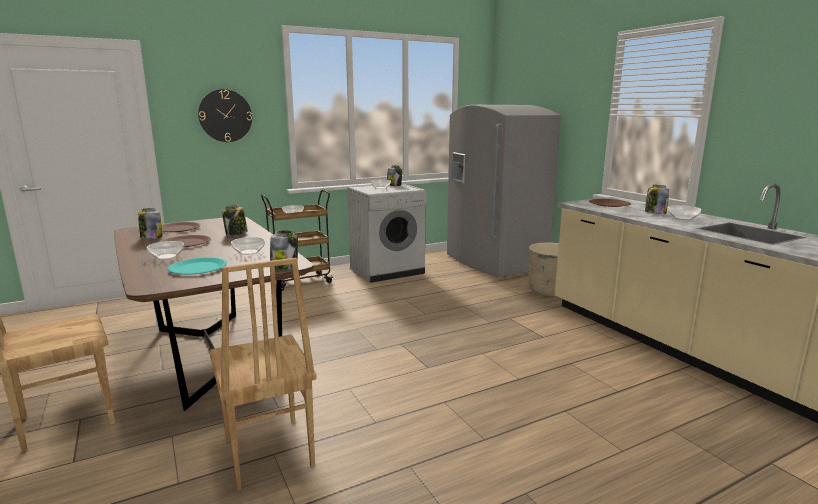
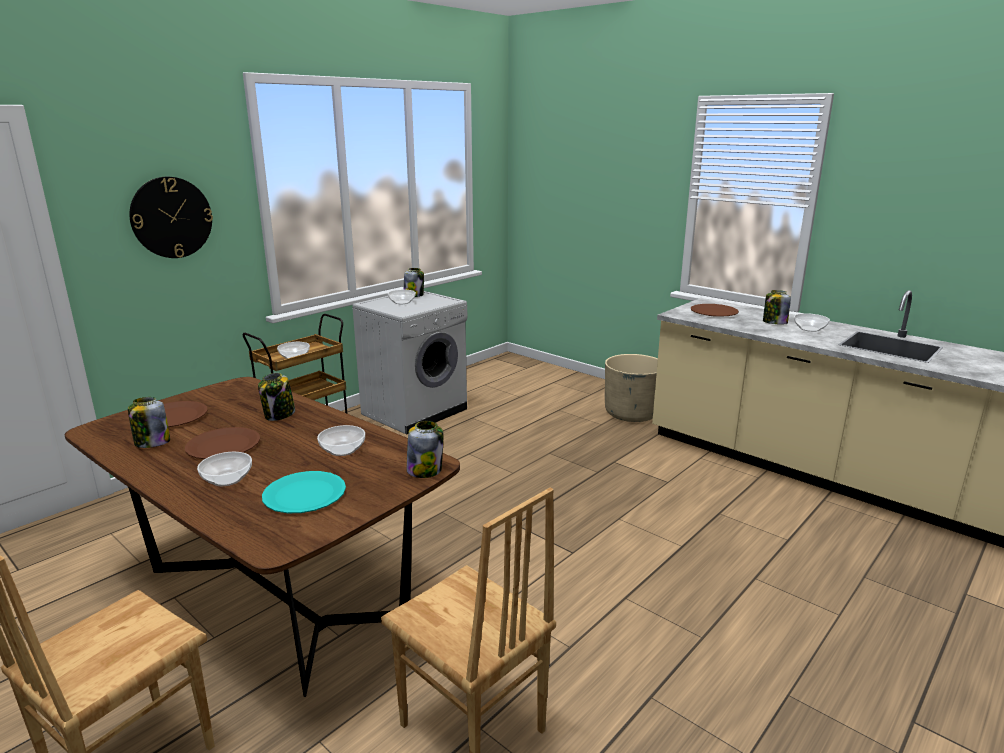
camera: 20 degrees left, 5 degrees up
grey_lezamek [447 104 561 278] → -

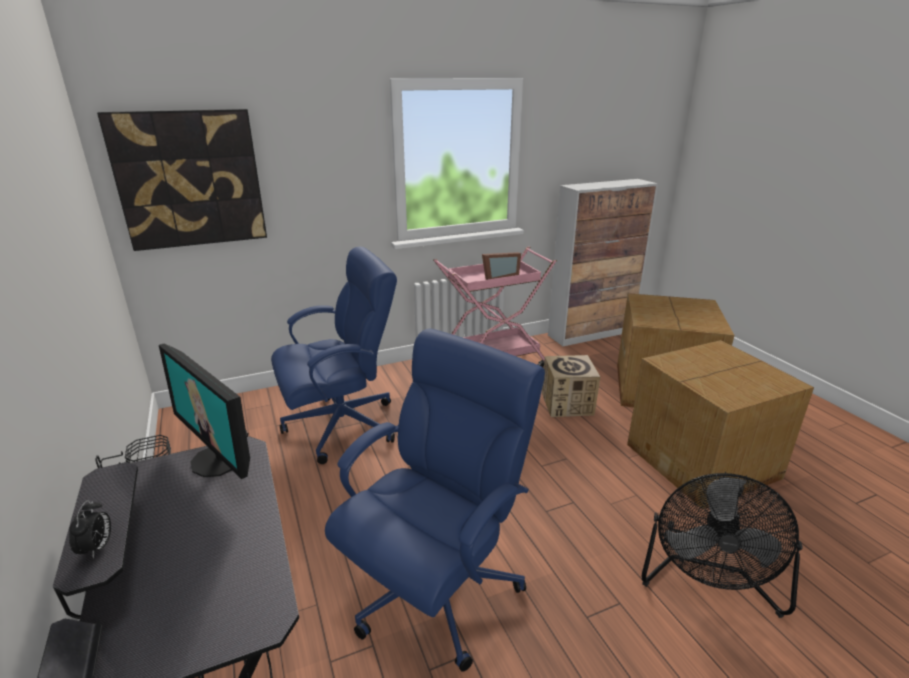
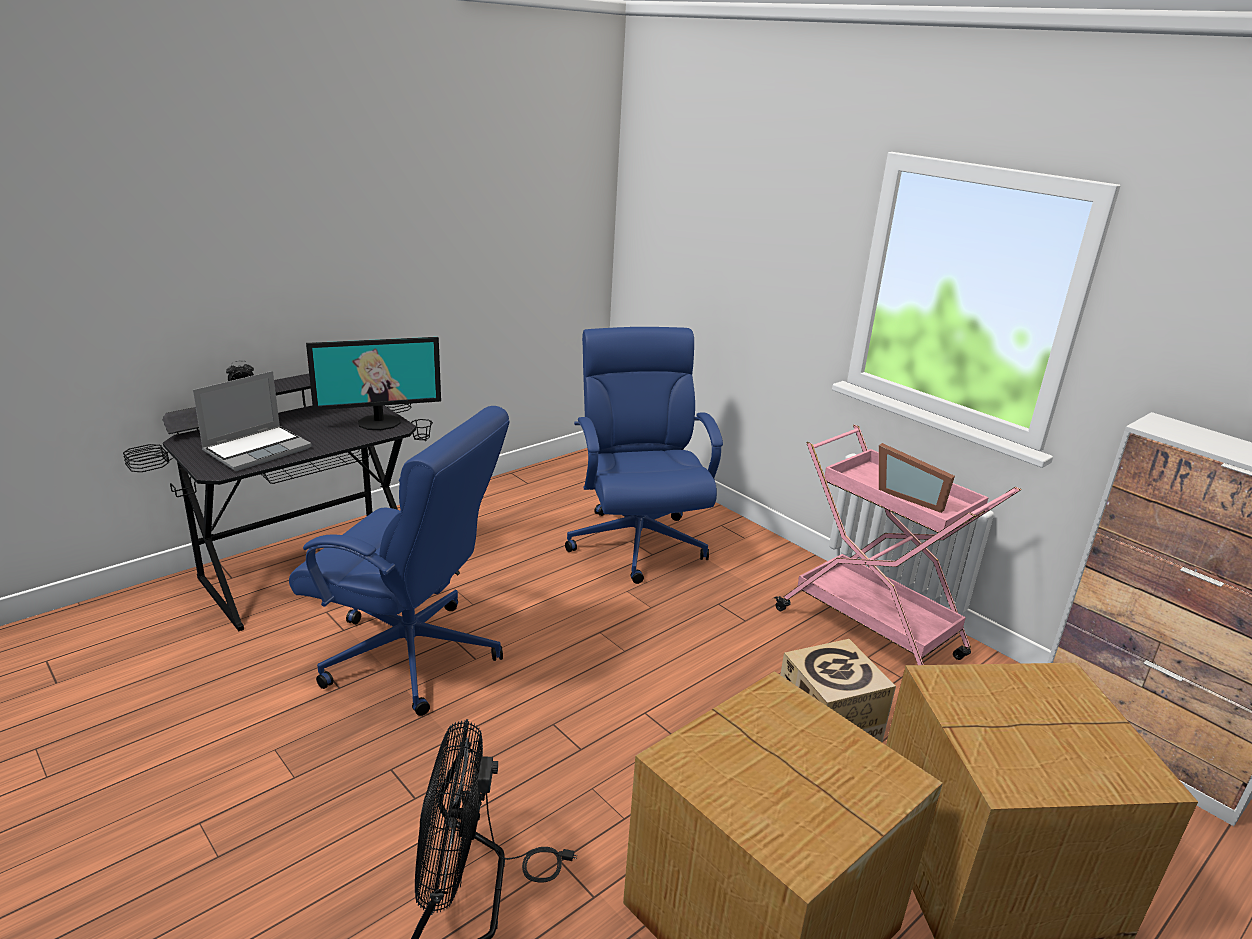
camera: 70 degrees right, 0 degrees up
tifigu [97 109 267 251] → -
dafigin [159 343 250 479] → dafigin [306 337 441 430], 135 degrees counterclockwise
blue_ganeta [271 247 397 464] → blue_ganeta [565 327 723 584], 150 degrees counterclockwise
- → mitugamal [193 371 312 471]

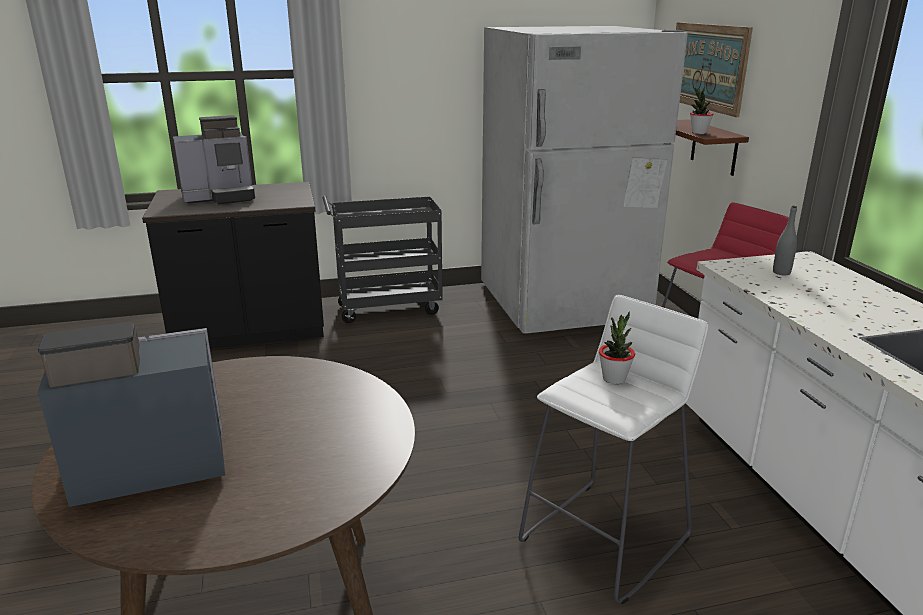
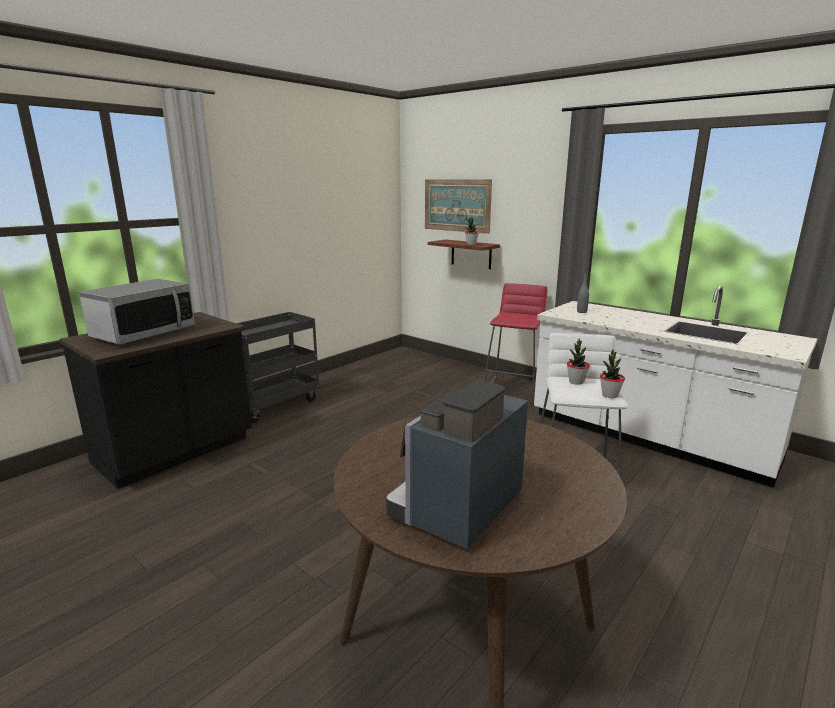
camera: 35 degrees left, 5 degrees down
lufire [173 115 255 204] → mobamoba [79 279 195 345]
white_lezamek [481 26 688 334] → -
- → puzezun [600 349 625 398]

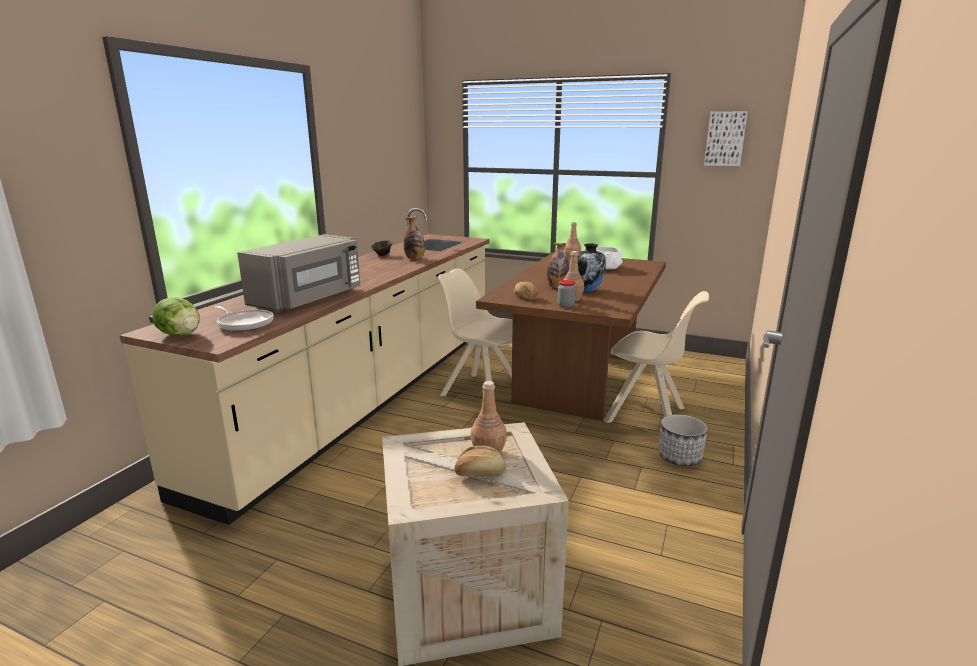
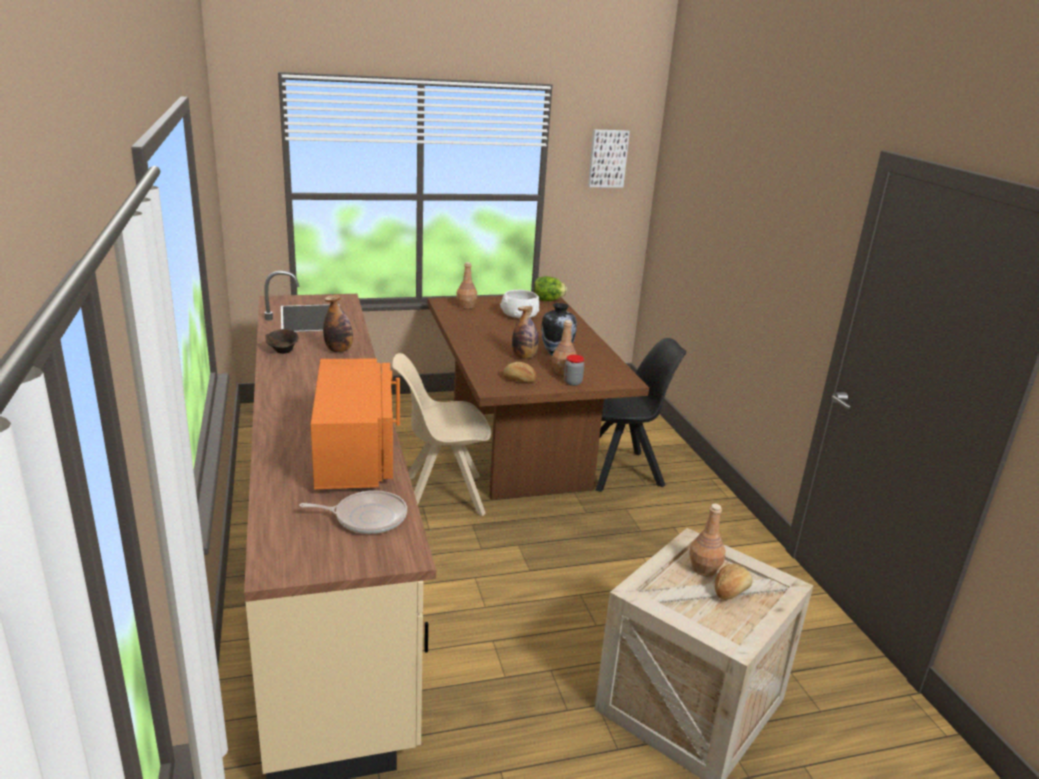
camera: 40 degrees left, 5 degrees up
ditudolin [152 298 200 336] → ditudolin [534 276 567 301], move
grey_mobamoba [237 234 360 311] → orange_mobamoba [311 359 400 489]
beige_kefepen [604 291 709 423] → black_kefepen [596 338 686 492]
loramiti [659 414 708 466] → -

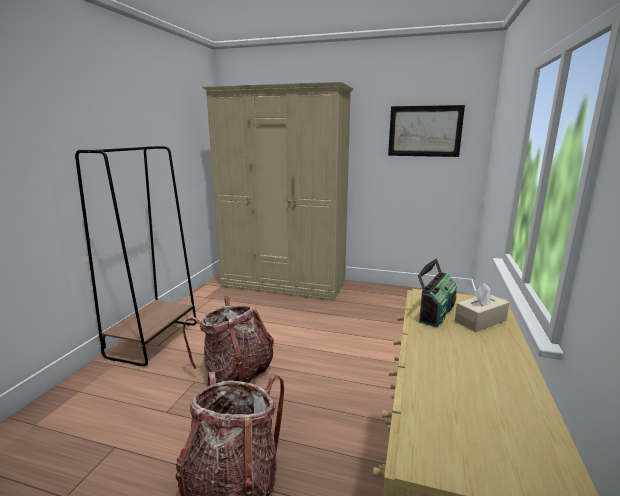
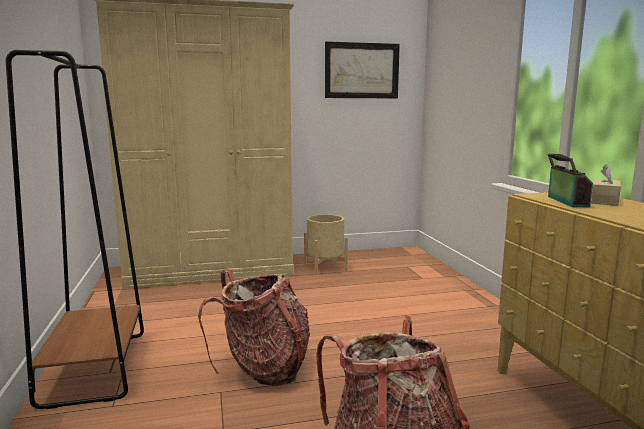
camera: 30 degrees left, 5 degrees down
- → beige_loramiti [304 214 348 275]

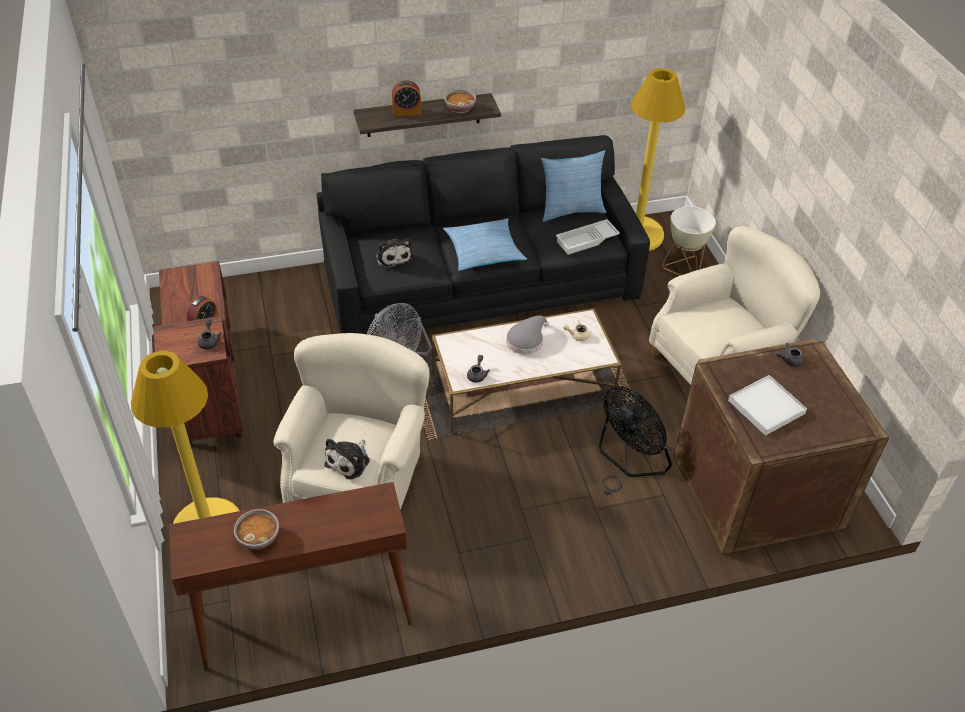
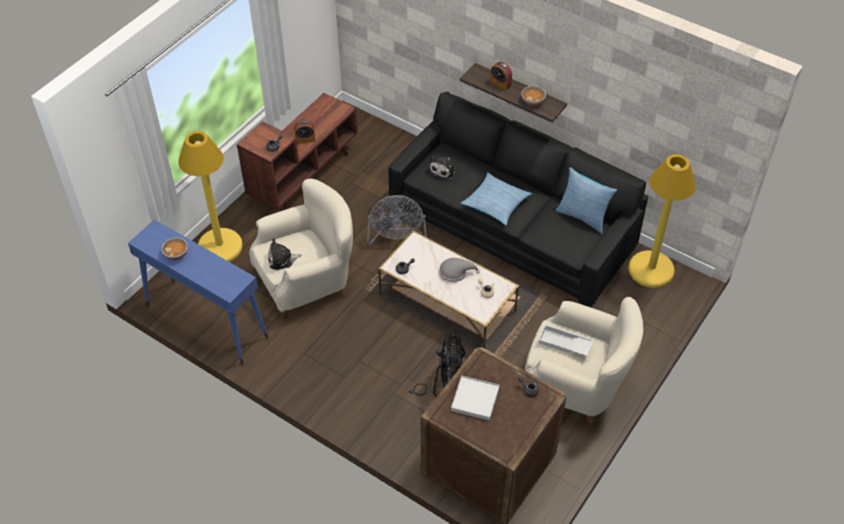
camera: 50 degrees right, 5 degrees up
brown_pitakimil [169 482 412 671] → blue_pitakimil [128 219 269 365]
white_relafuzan [556 219 620 255] → white_relafuzan [538 324 593 356], move
loramiti [662 206 716 276] → -

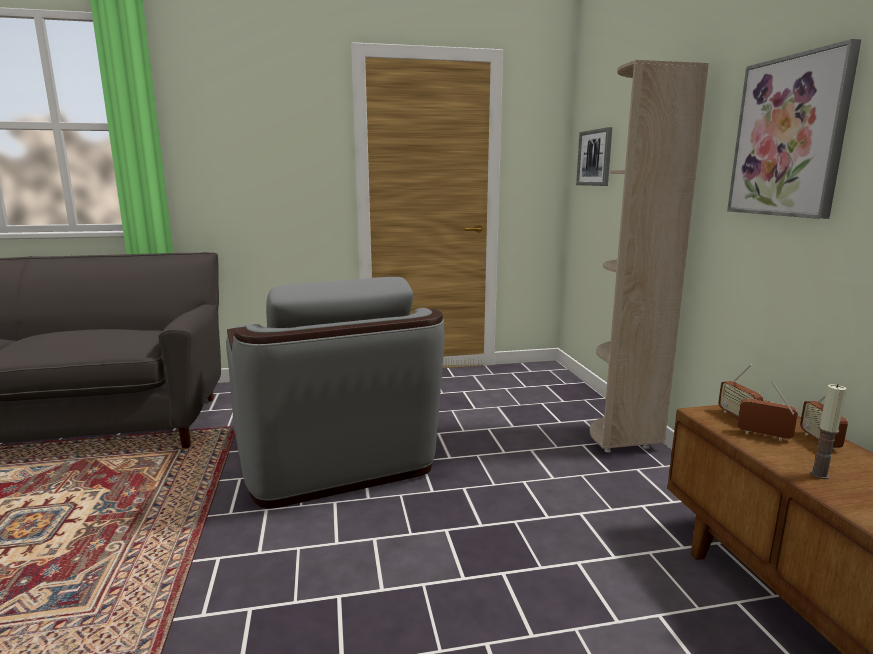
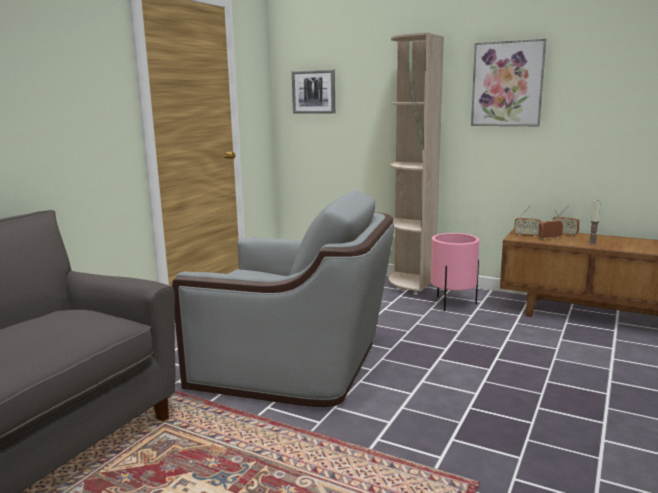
camera: 50 degrees left, 0 degrees up
- → pink_loramiti [431 233 479 312]

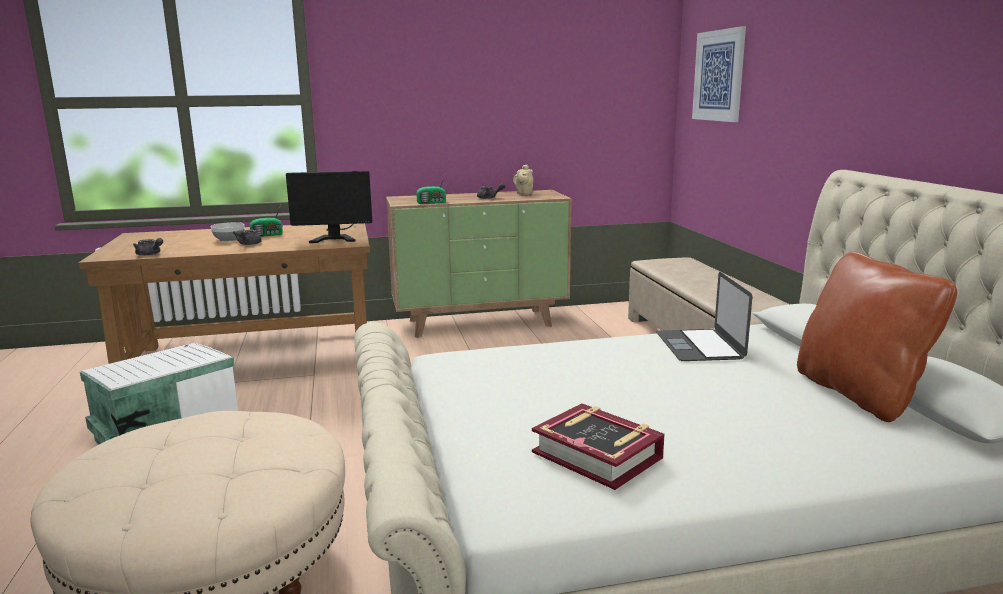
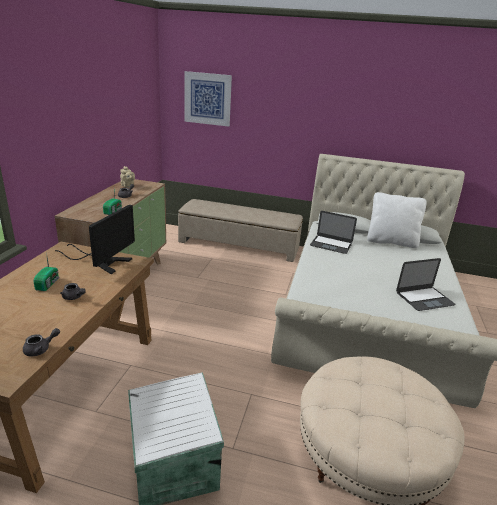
camera: 65 degrees left, 10 degrees up
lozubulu [211 222 245 241] → -
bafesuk [532 403 665 490] → mitugamal [396 258 456 311]
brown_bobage [797 251 957 422] → white_bobage [367 192 427 248]

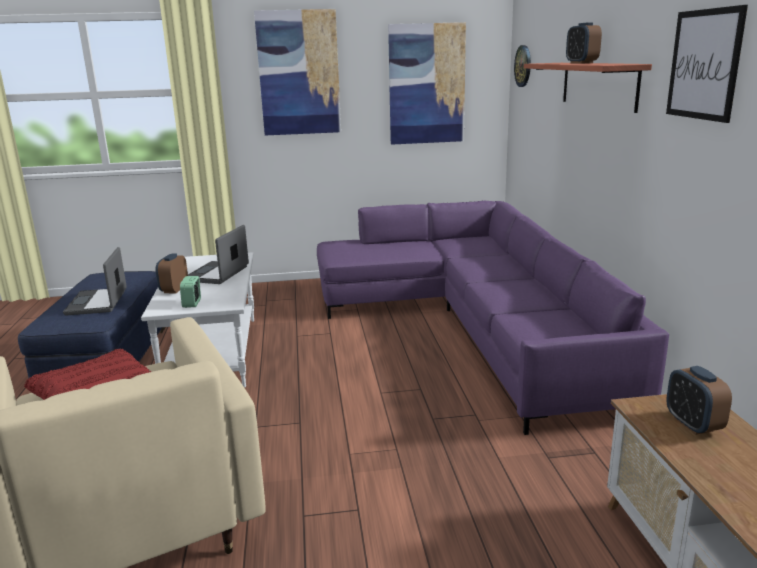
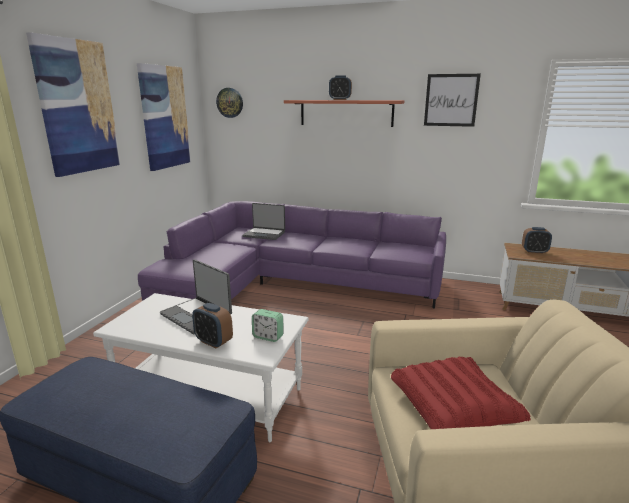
camera: 65 degrees left, 0 degrees up
mitugamal [63 247 127 316] → mitugamal [242 203 285 240], move

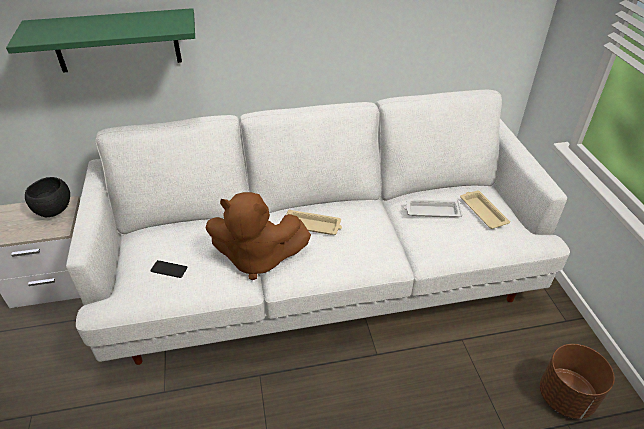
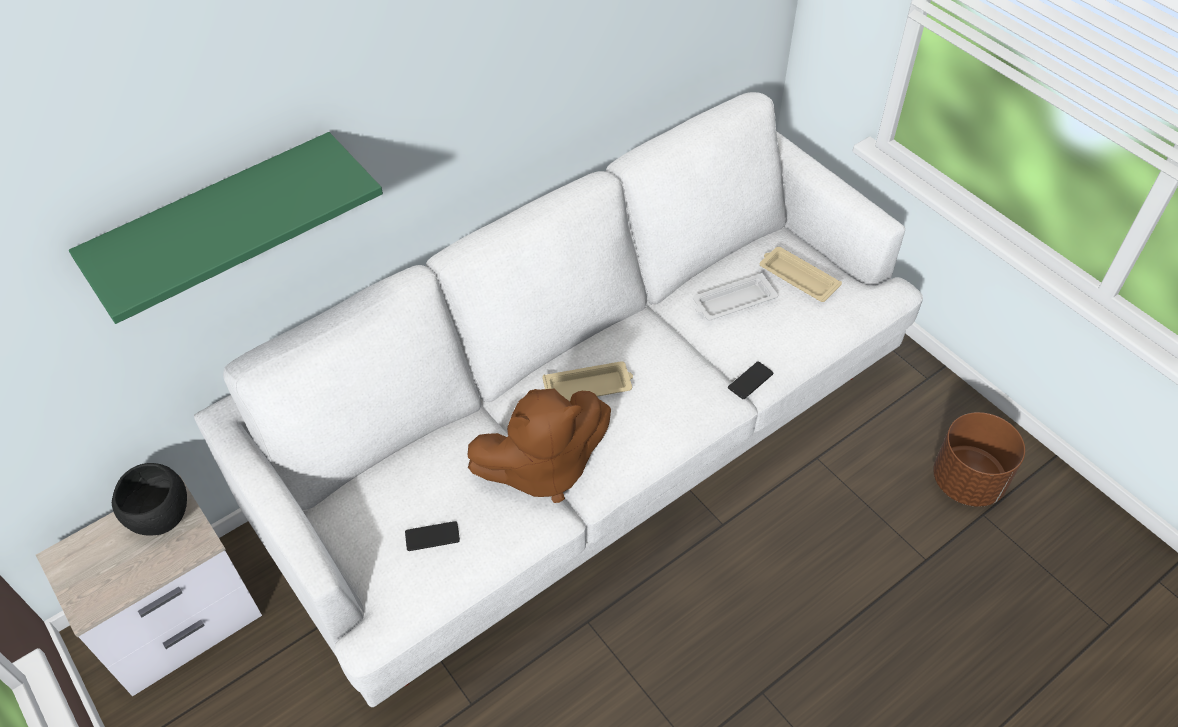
camera: 25 degrees left, 10 degrees up
- → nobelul [728 361 774 399]

